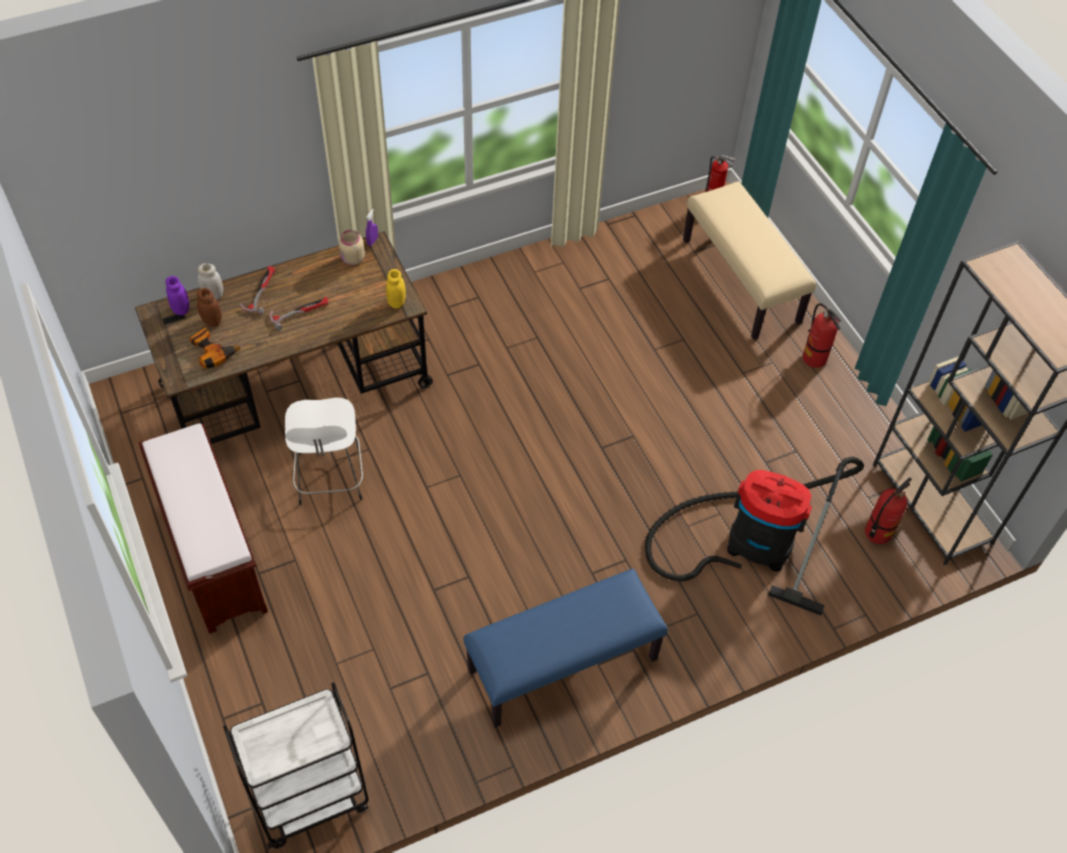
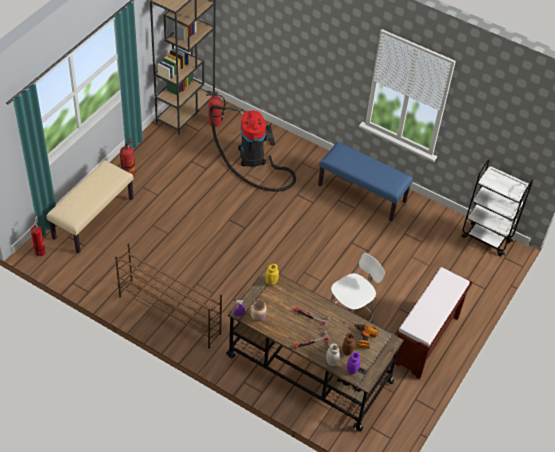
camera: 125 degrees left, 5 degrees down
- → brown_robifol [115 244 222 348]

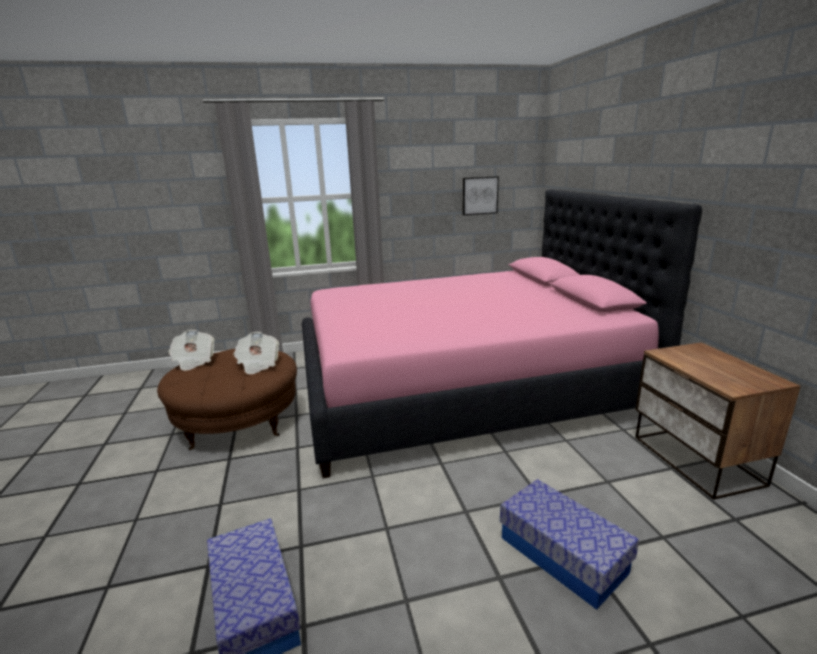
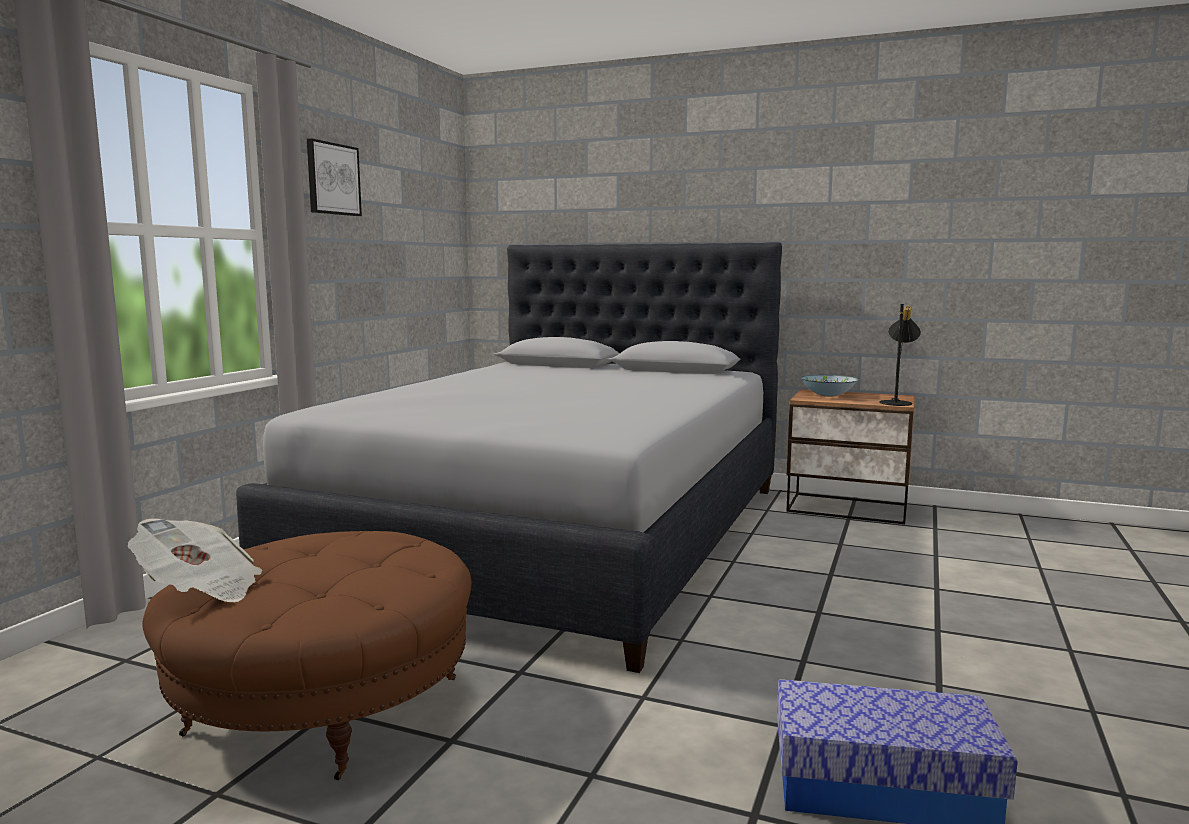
camera: 55 degrees left, 10 degrees down
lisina [233 332 279 375] → -
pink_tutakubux [302 189 702 478] → grey_tutakubux [236 242 782 673]
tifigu [463 176 499 215] → tifigu [307 138 362 216], move
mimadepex [500 479 639 610] → -
- → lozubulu [800 375 859 396]
- → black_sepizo [879 304 921 406]

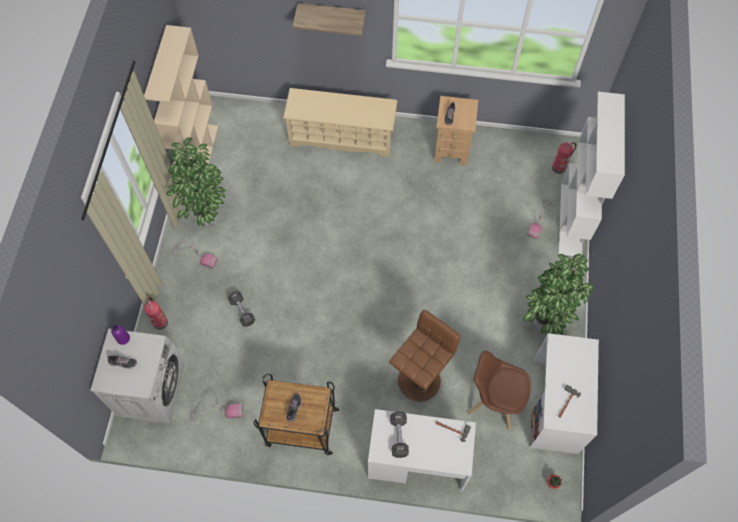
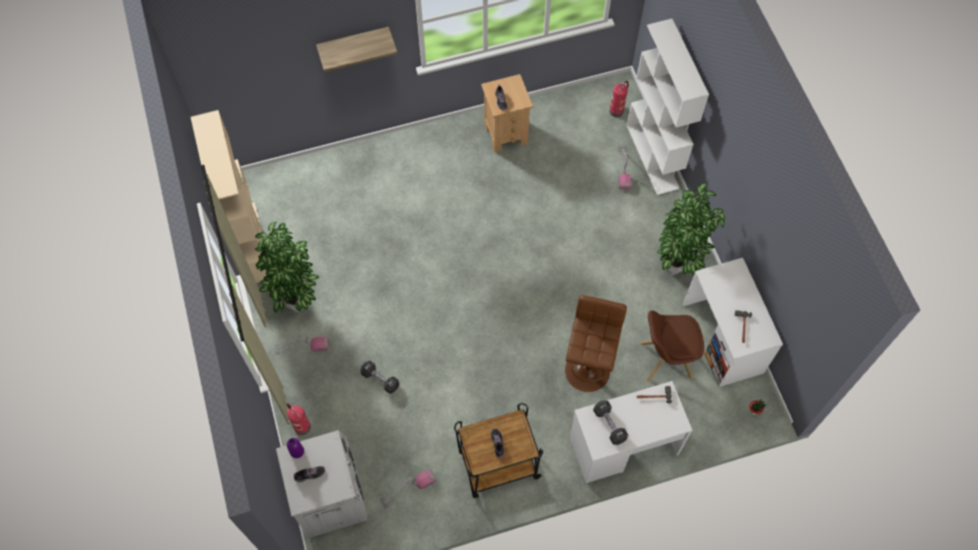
camera: 25 degrees left, 0 degrees up
beige_robifol [283 88 398 157] → -

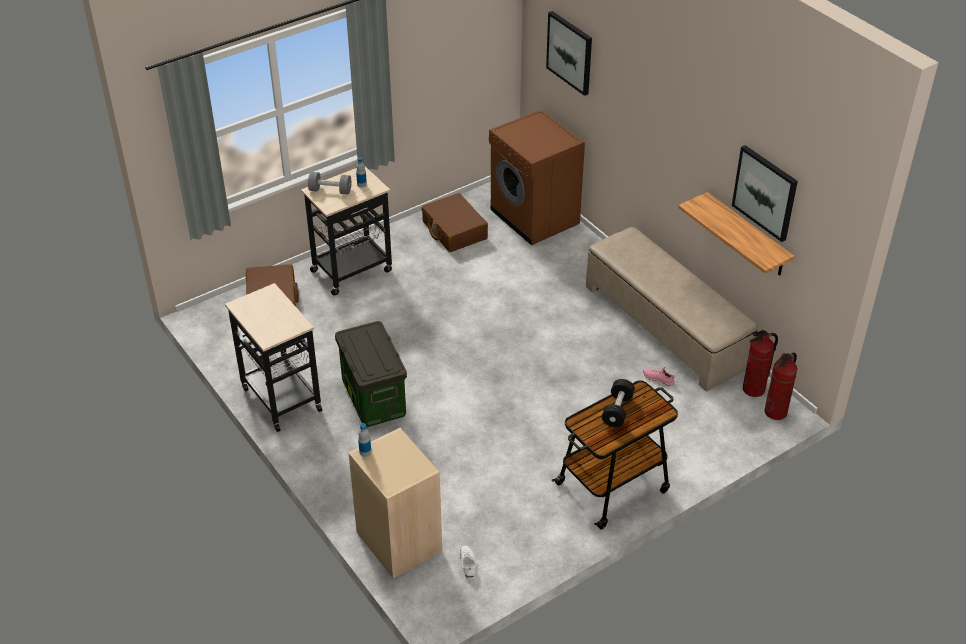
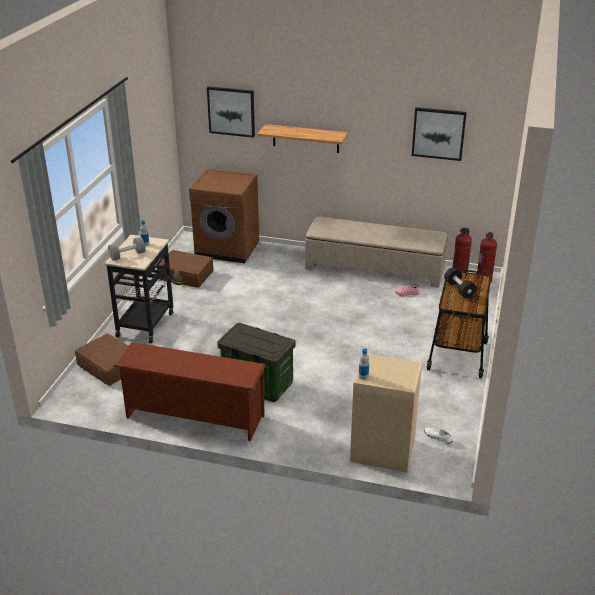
camera: 40 degrees left, 10 degrees down
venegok [225 283 322 432] → brown_robifol [113 342 266 441]
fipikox [678 192 795 276] → fipikox [257 124 348 153], move

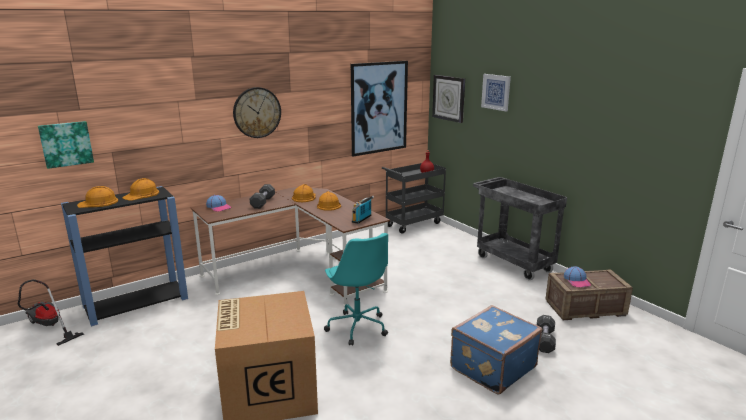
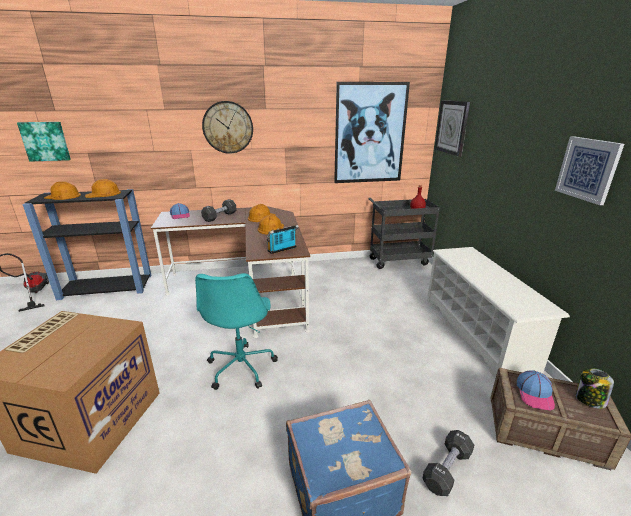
camera: 25 degrees right, 5 degrees up
grey_venegok [473 177 567 280] → white_robifol [427 247 570 379]
tifigu [481 74 511 111] → tifigu [555 136 624 205], move
- → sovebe [576 368 614 409]

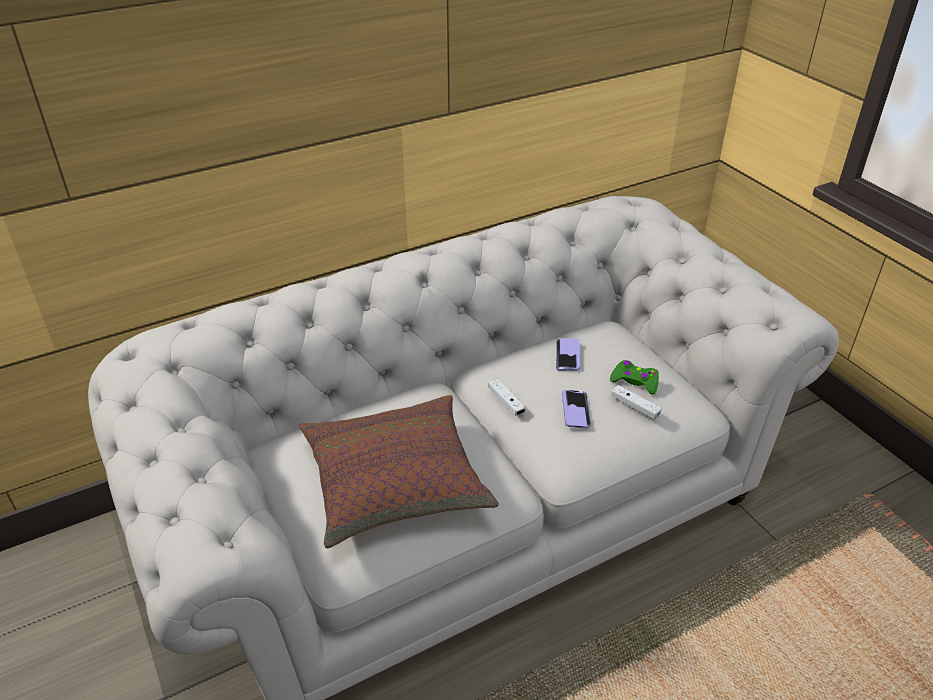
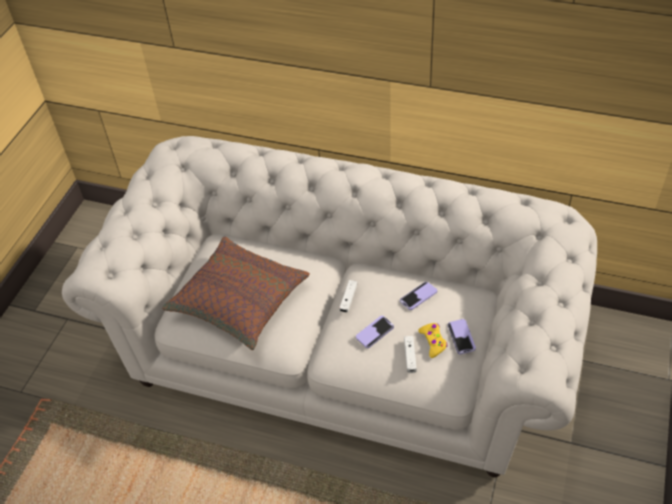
camera: 50 degrees right, 10 degrees up
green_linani [610 360 659 395] → yellow_linani [418 323 447 358]
- → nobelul [448 319 476 354]

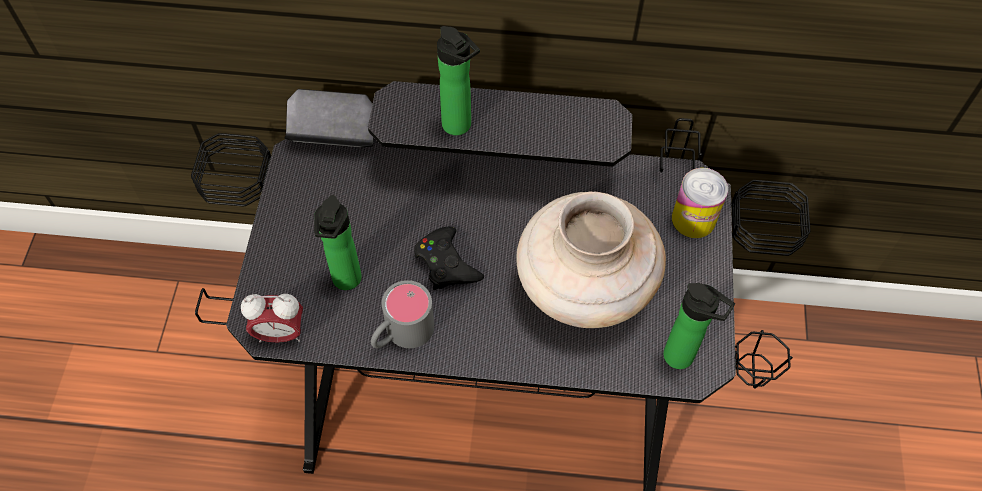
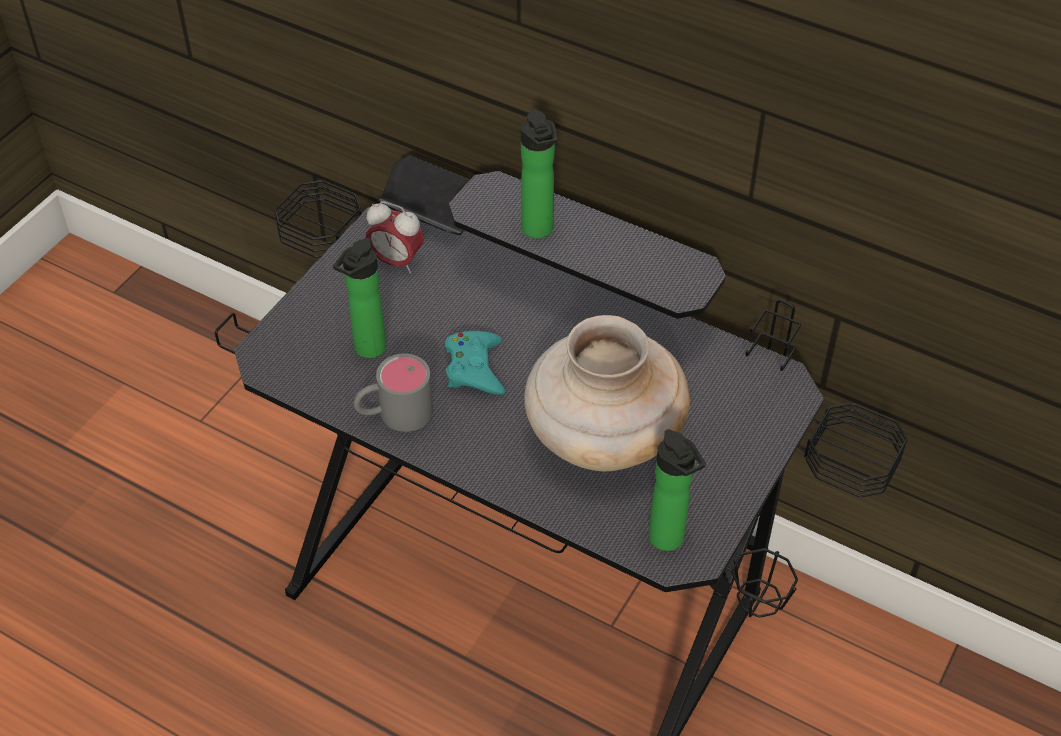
camera: 25 degrees right, 10 degrees down
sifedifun [241 294 303 343] → sifedifun [366 201 424 273], move
black_linani [414 226 484 290] → turquoise_linani [445 331 506 395]
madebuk [672 168 728 238] → -

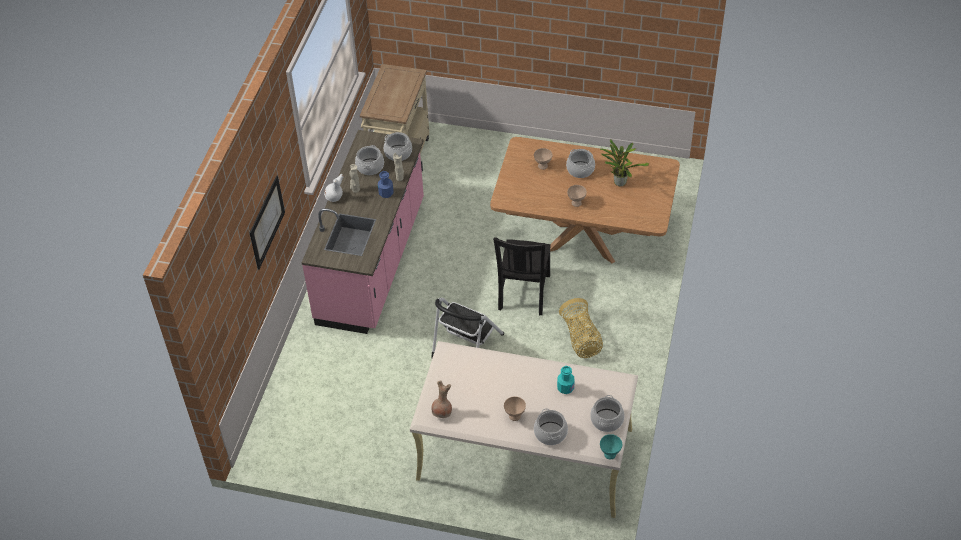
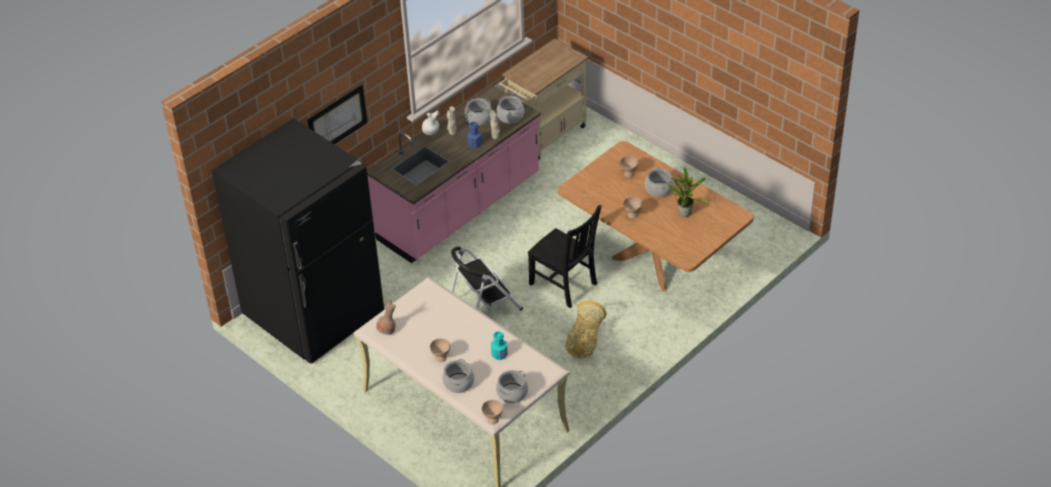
camera: 30 degrees right, 5 degrees down
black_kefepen [493 237 551 315] → black_kefepen [528 205 602 308], 90 degrees counterclockwise
turquoise_lozubulu [600 434 622 460] → beige_lozubulu [482 400 503 424]
- → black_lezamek [212 118 384 363]

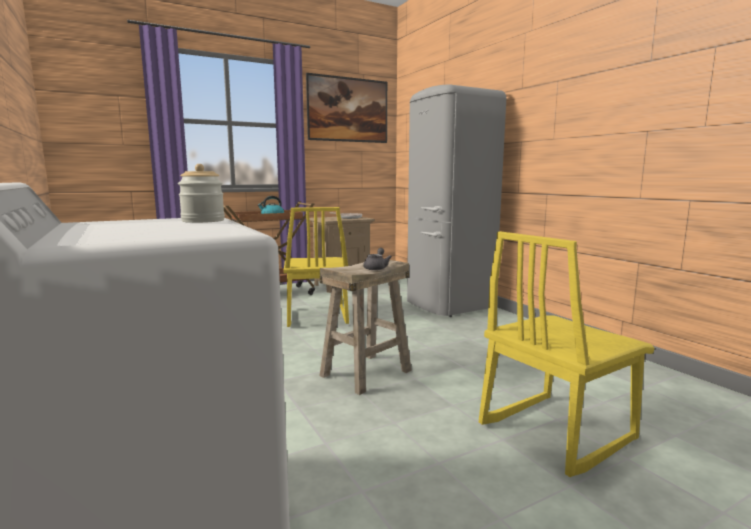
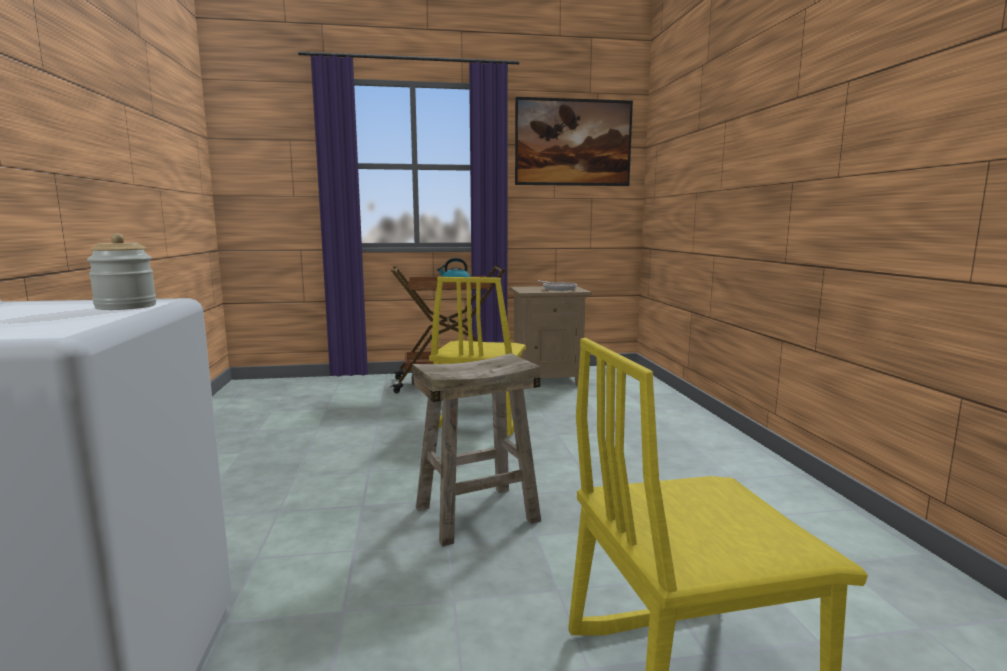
camera: 20 degrees right, 0 degrees up
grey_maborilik [363 248 392 270] → -
grey_lezamek [407 85 506 317] → -

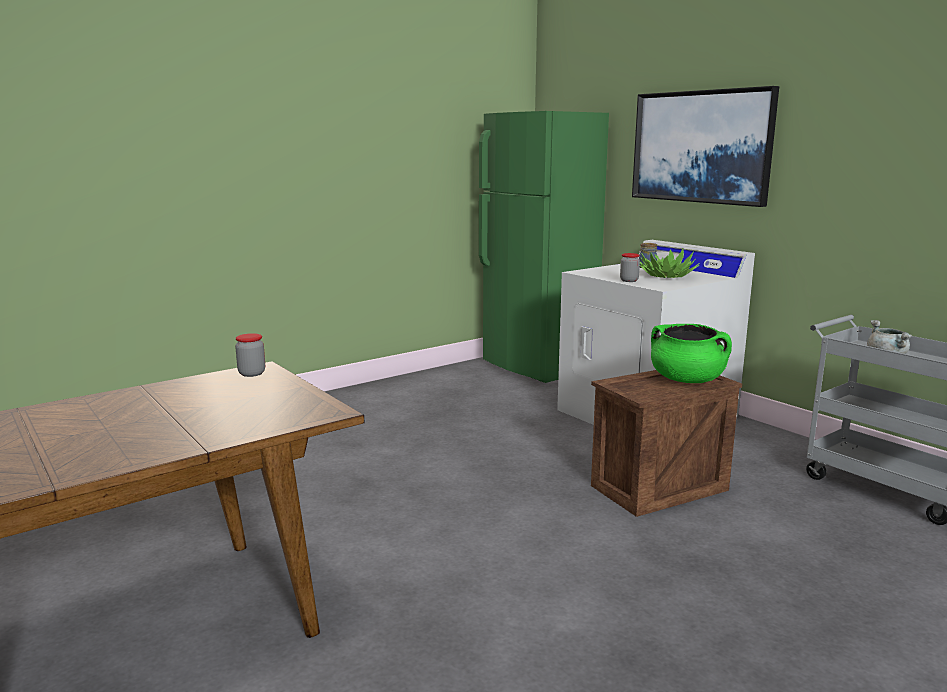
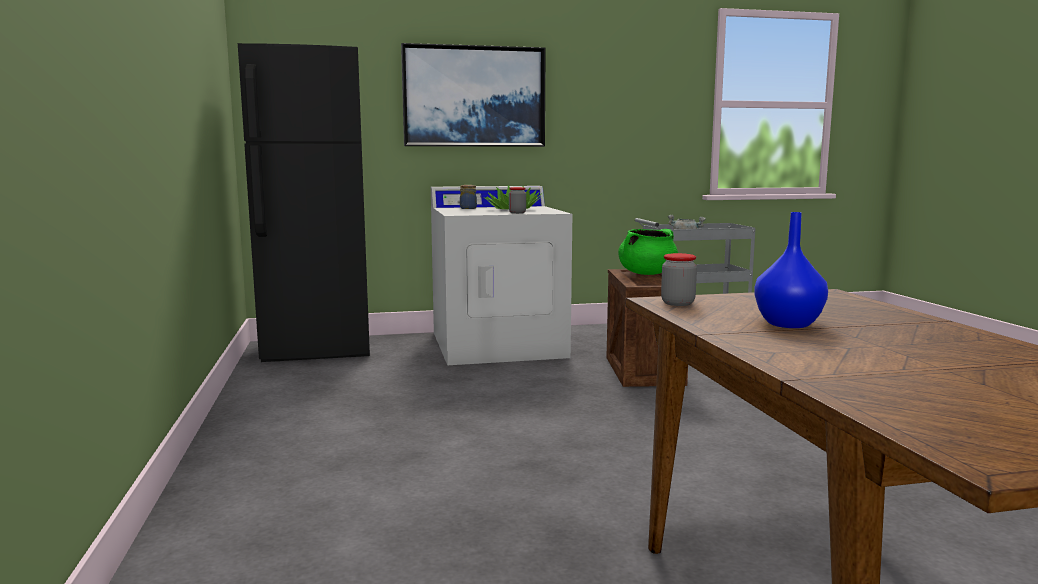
camera: 65 degrees left, 5 degrees down
green_lezamek [479 111 609 383] → black_lezamek [238 43 370 362]
- → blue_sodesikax [754 212 828 328]

